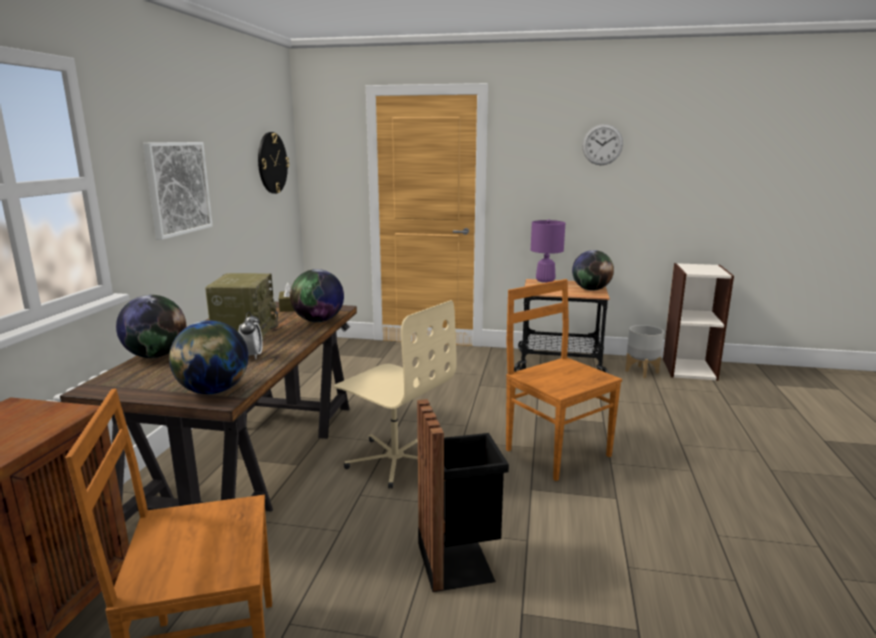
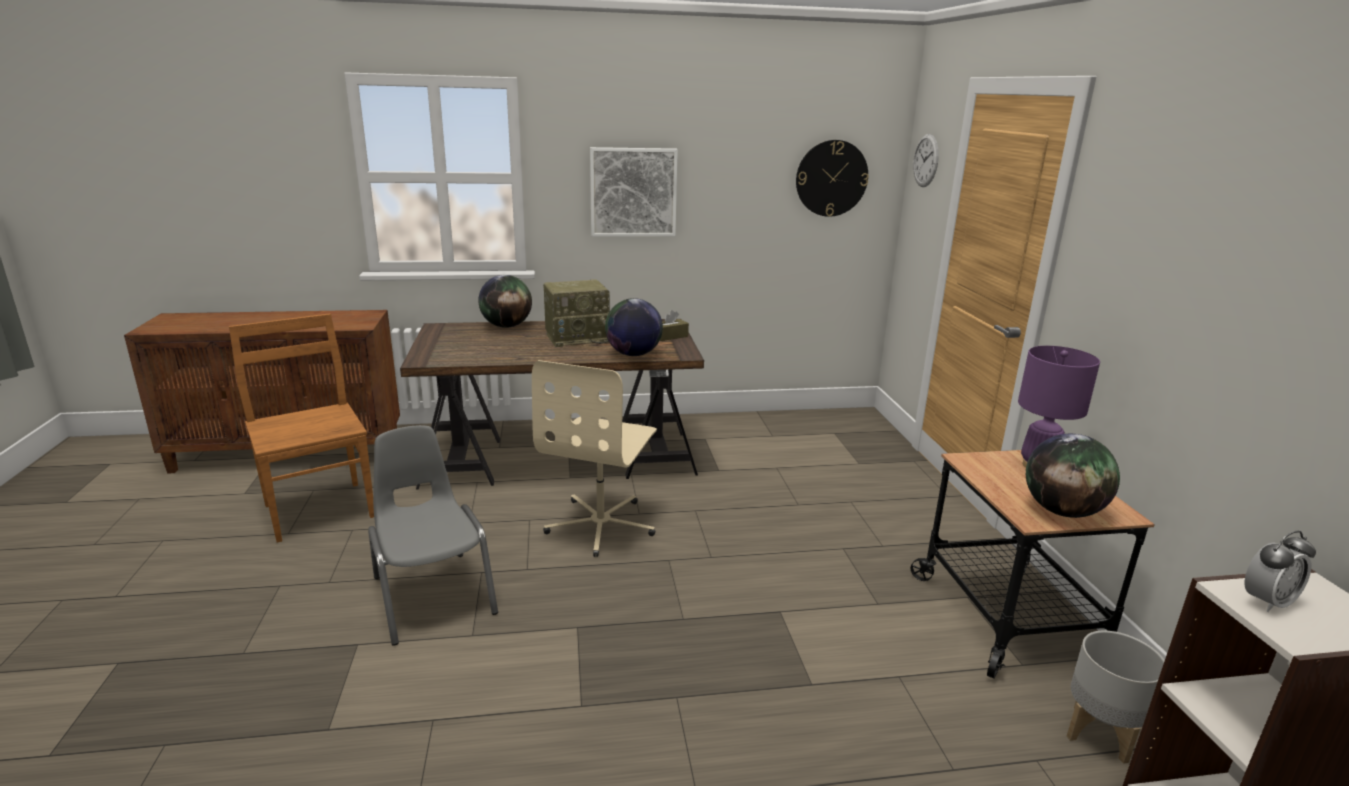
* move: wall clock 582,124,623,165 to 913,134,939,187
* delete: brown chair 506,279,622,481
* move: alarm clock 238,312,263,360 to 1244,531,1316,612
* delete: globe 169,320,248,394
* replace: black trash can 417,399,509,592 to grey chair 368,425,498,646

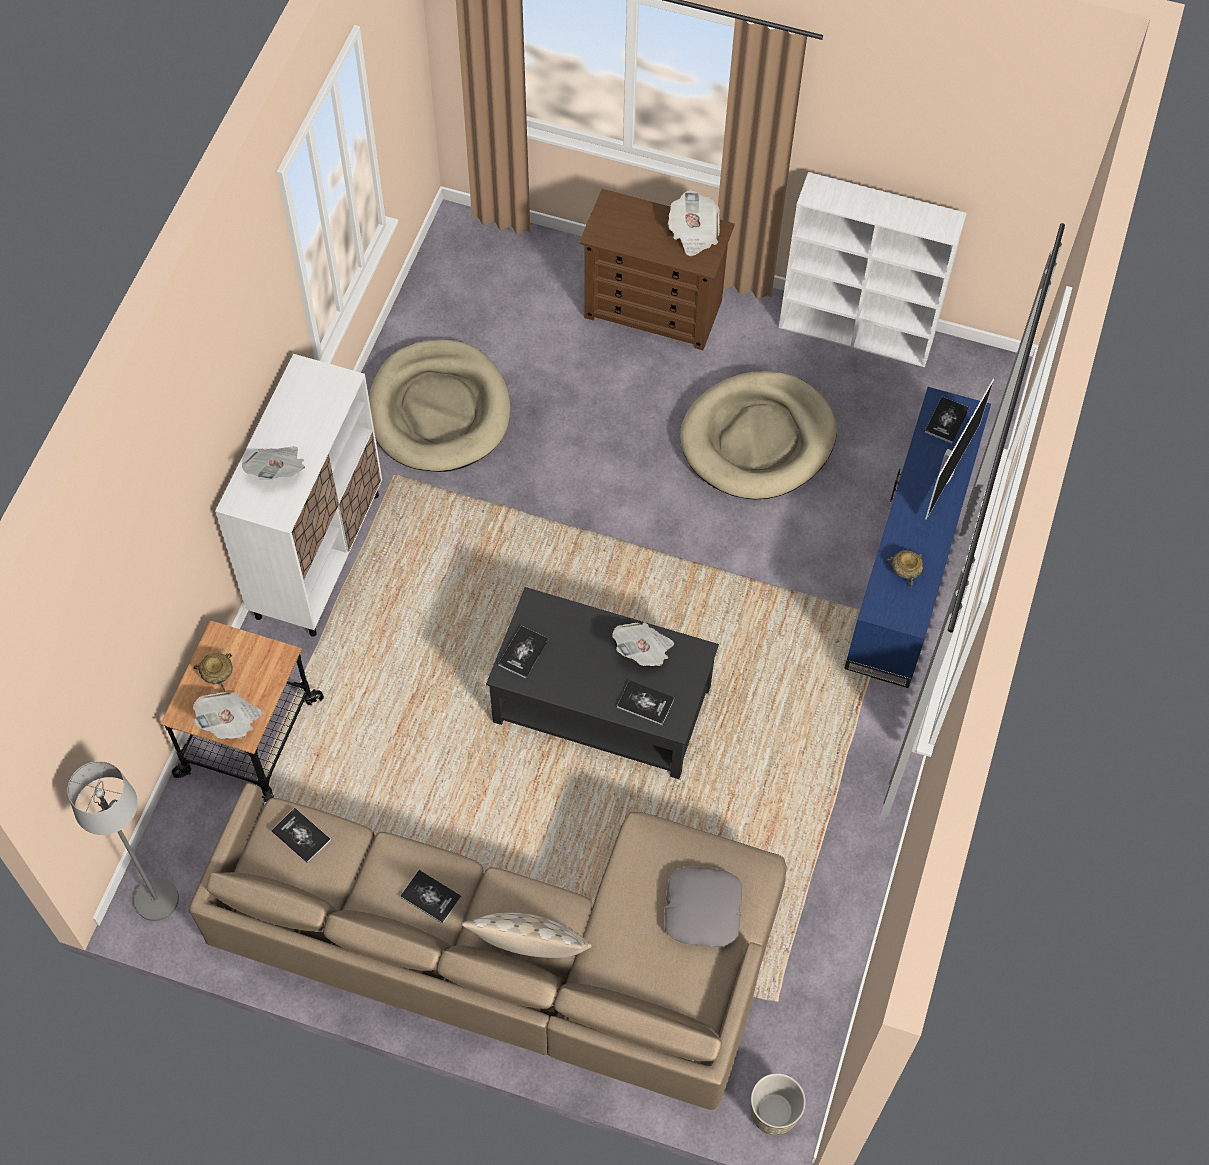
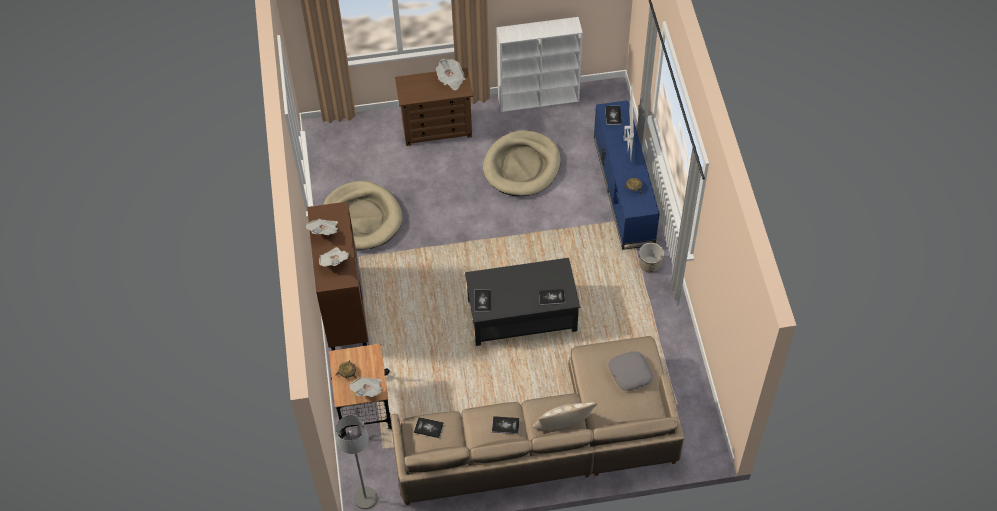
* recolor: white cabinet 215,354,382,637 to brown cabinet 307,201,368,351
* move: newspaper 612,622,674,666 to 306,219,338,235
* move: planter 750,1073,806,1135 to 639,243,664,272

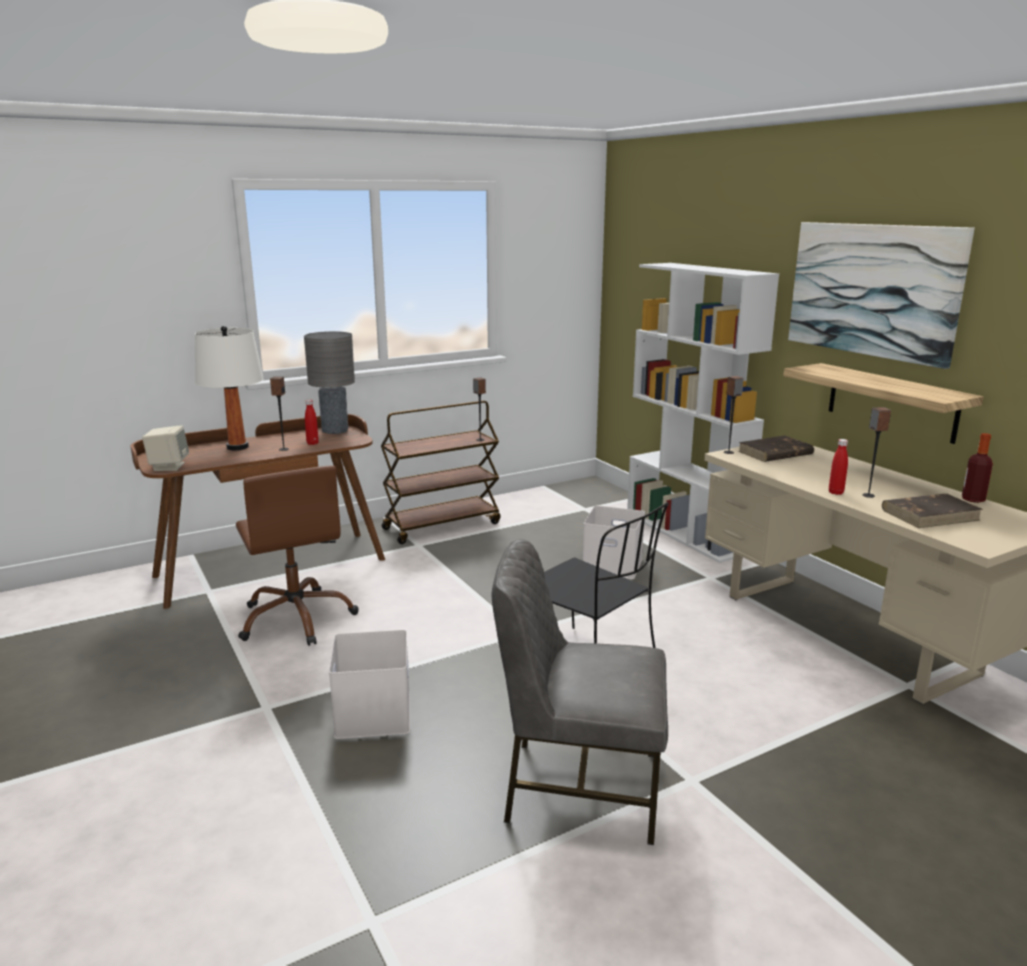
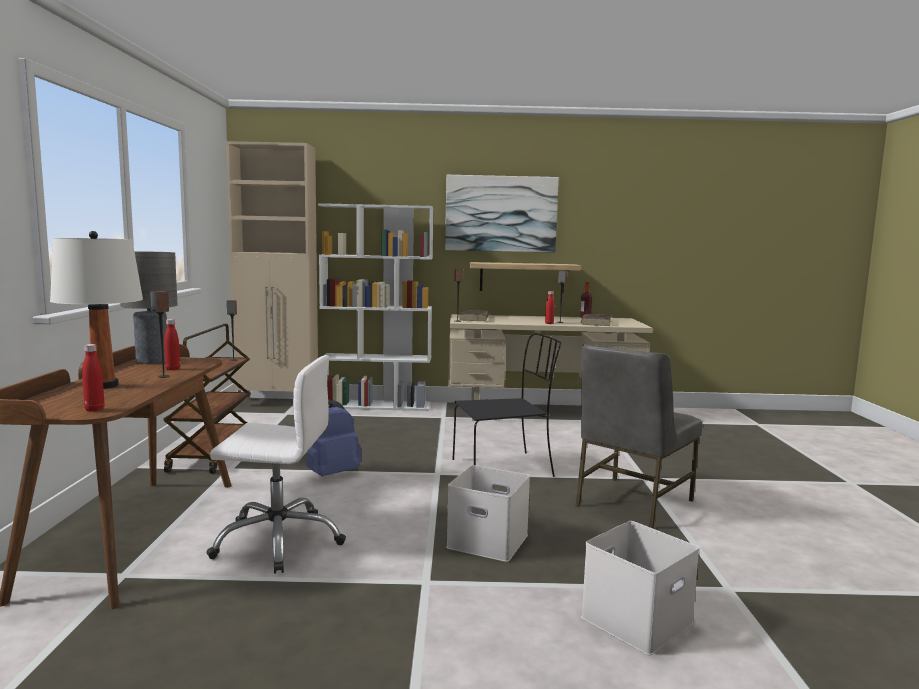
* replace: beige speaker 142,425,189,471 to red bottle 82,344,104,412
* recolor: brown office chair 236,465,358,646 to white office chair 206,355,346,574
* move: white storage box 583,505,645,579 to 581,521,700,655
* insert: beige cabinet 226,141,318,407
* insert: blue backpack 306,400,362,476

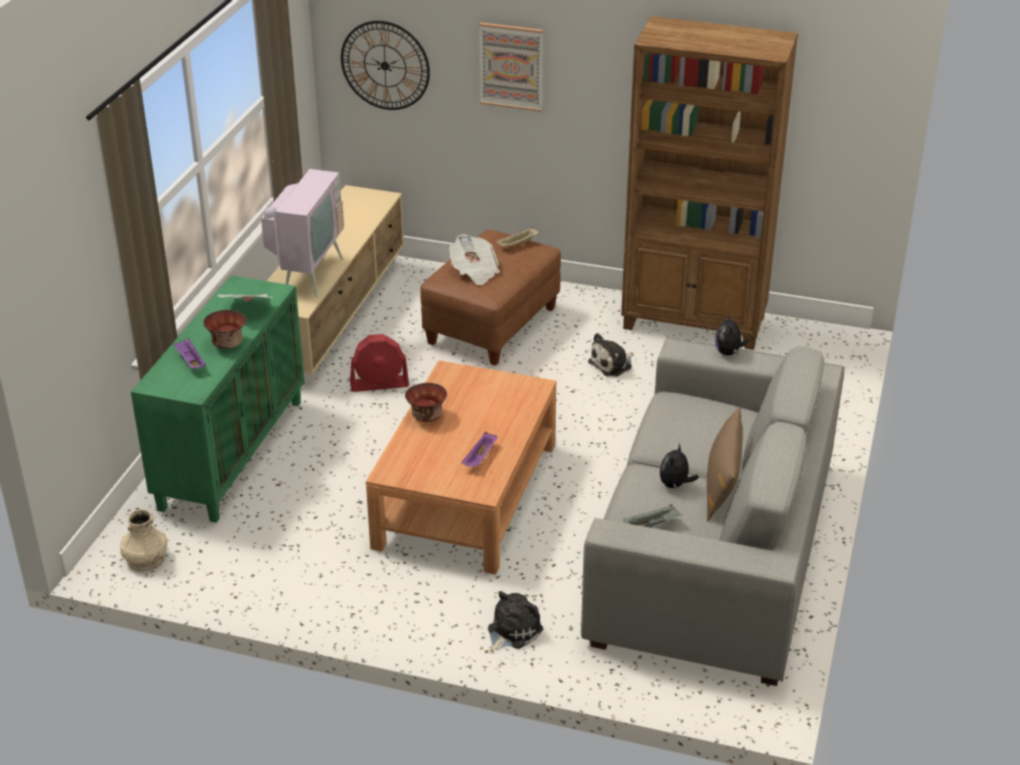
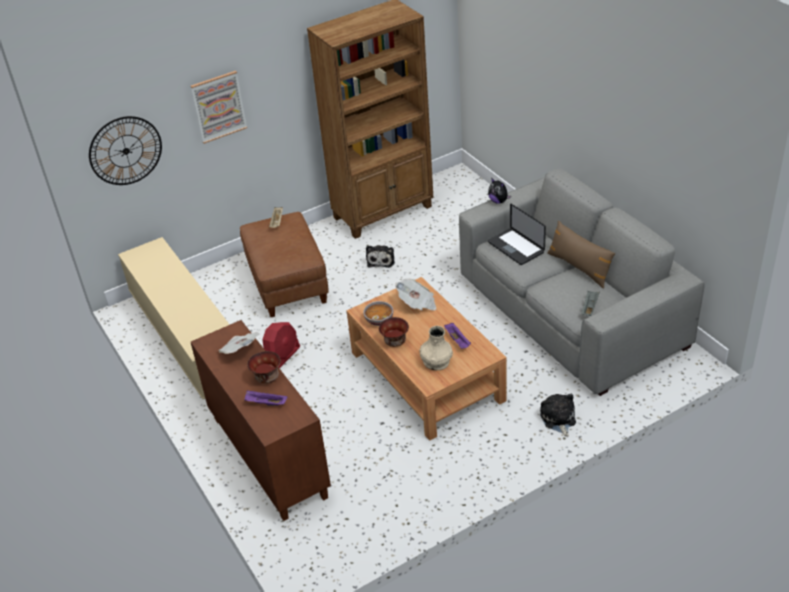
* delete: television 259,160,344,297
* move: newspaper 449,234,500,285 to 395,279,437,311
* recolor: green cabinet 131,275,305,523 to brown cabinet 191,320,331,521
* delete: plush toy 659,443,699,490
* move: beige vase 120,509,167,571 to 419,326,453,370
* insert: laptop 488,204,546,265
* insert: bowl 363,301,393,326

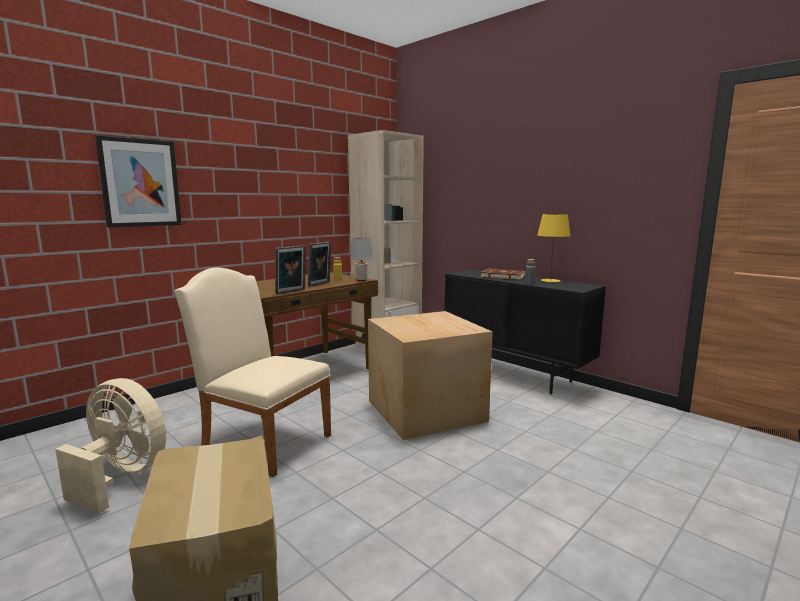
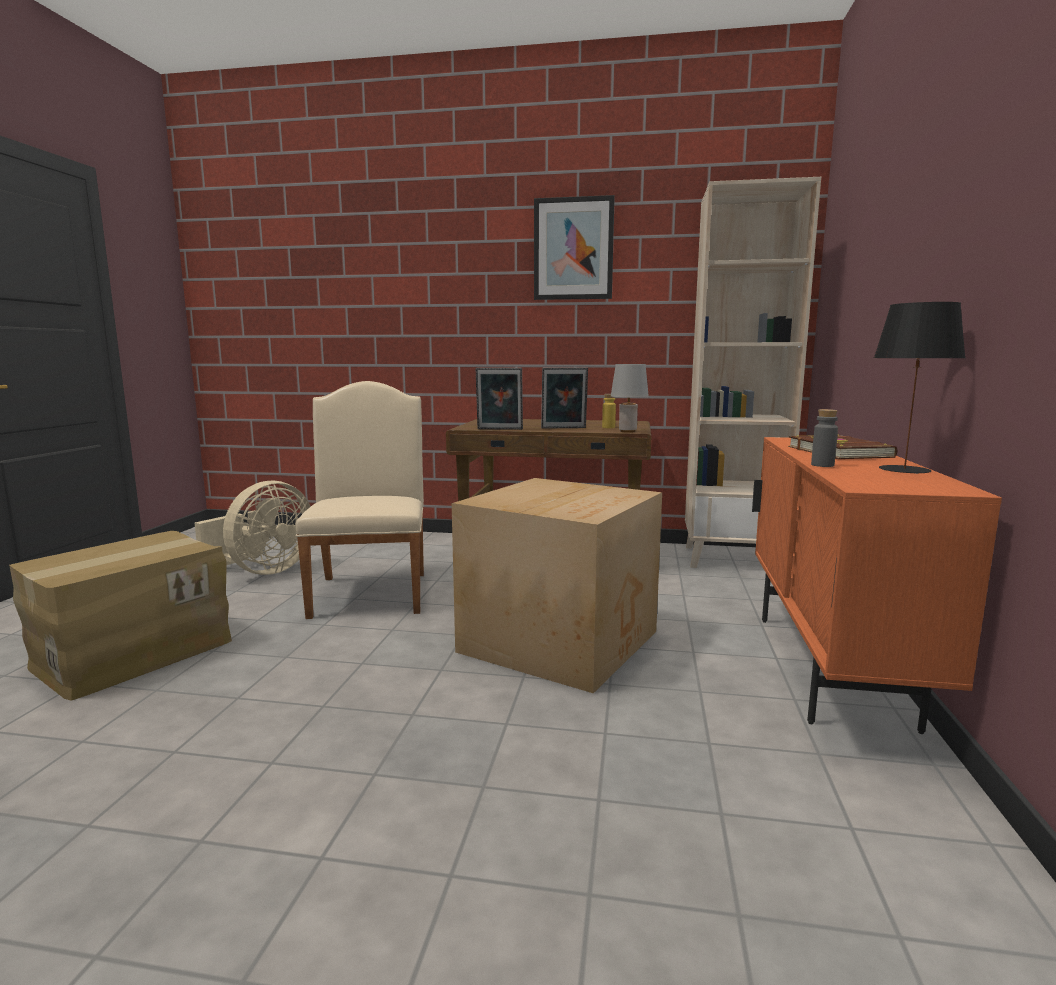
* move: picture 95,135,182,227 to 534,195,615,300
* recolor: yellow table lamp 537,214,571,282 to black table lamp 874,302,966,474
* recolor: black cabinet 444,269,606,394 to orange cabinet 752,437,1002,734
* rotate: beige fan 55,378,166,513 = 195,480,311,575 45 degrees clockwise

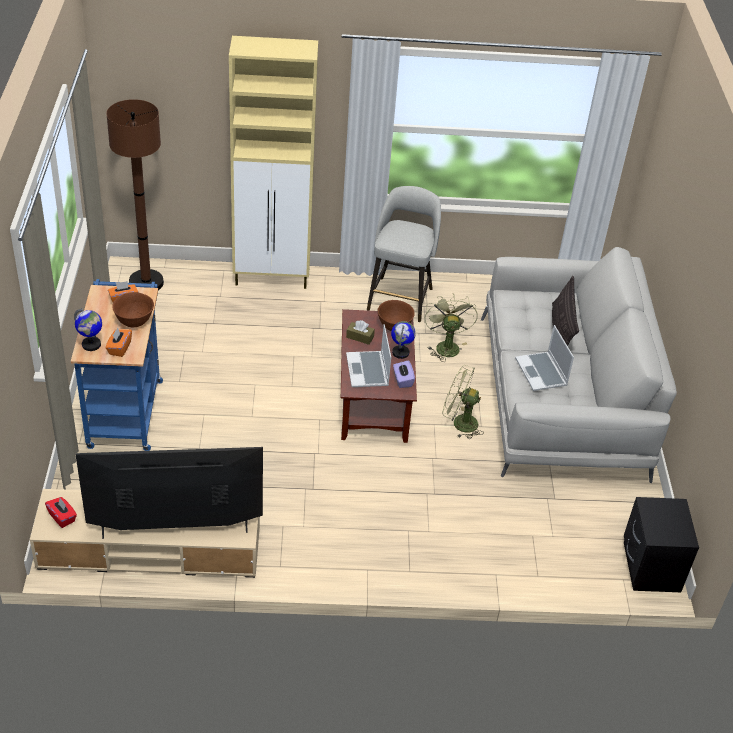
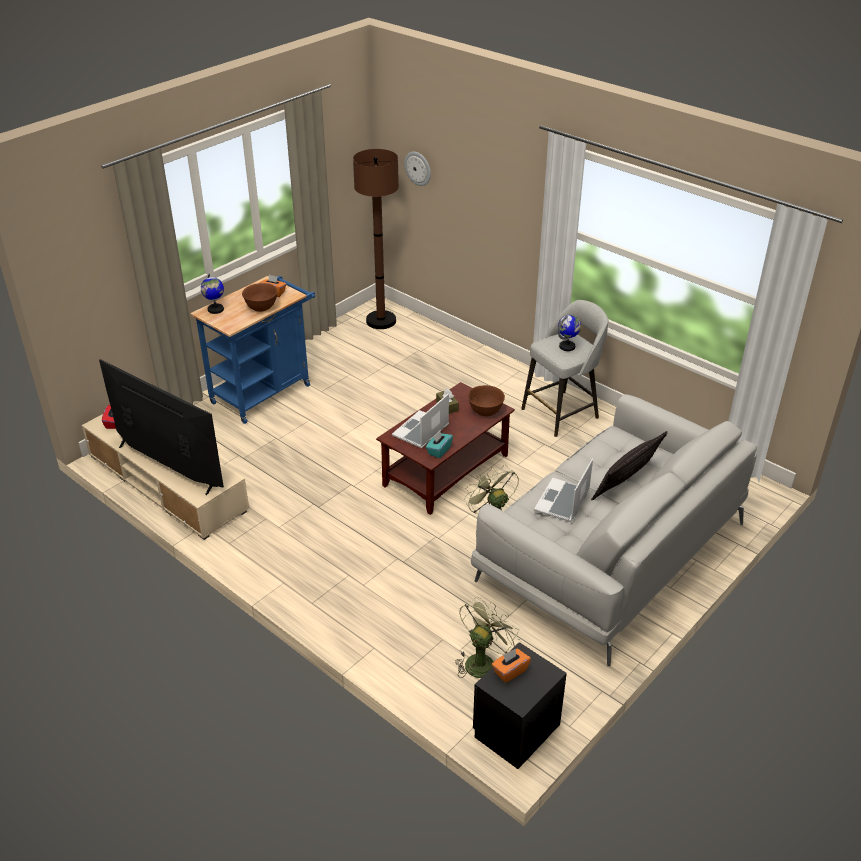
* delete: beige cabinet 229,36,318,289
* move: green fan 425,294,477,362 to 455,597,521,678
* move: globe 391,321,416,359 to 558,315,581,351
* move: orange tissue box 106,328,132,357 to 492,648,531,683
* recolor: purple tissue box 393,360,415,388 to turquoise tissue box 426,431,453,458
* insert: wall clock 404,152,431,186

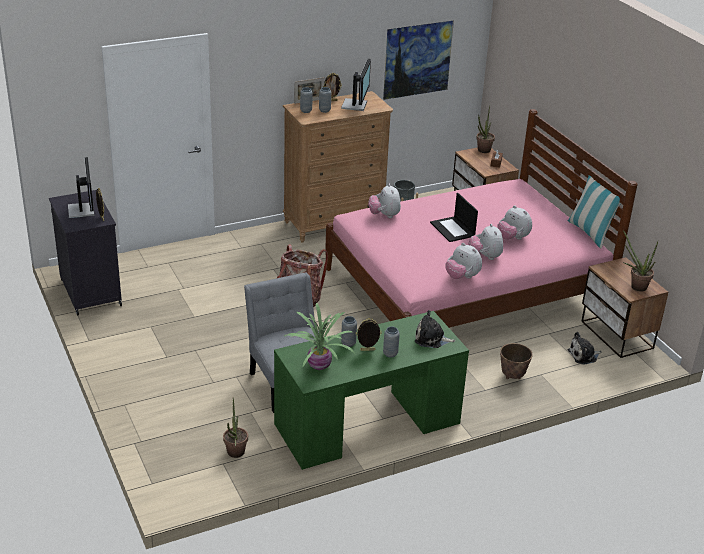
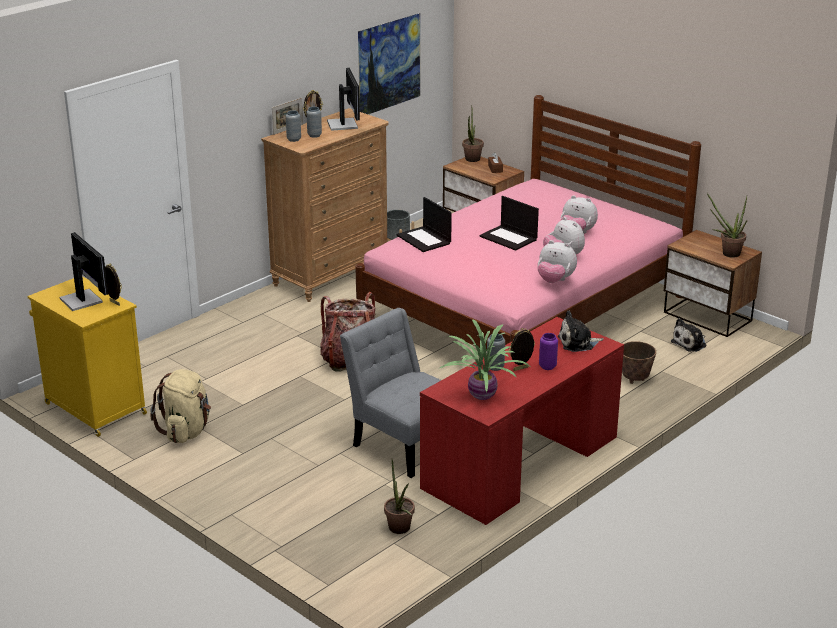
* delete: pillow 568,175,621,248
* replace: plush toy 368,184,401,218 to laptop 397,197,452,252
* recolor: black cabinet 49,190,122,316 to yellow cabinet 27,277,147,437
* recolor: green desk 274,311,469,470 to red desk 420,317,624,525
* recolor: grey vase 383,327,400,358 to purple vase 539,333,558,370
* insert: beige backpack 150,369,211,443

